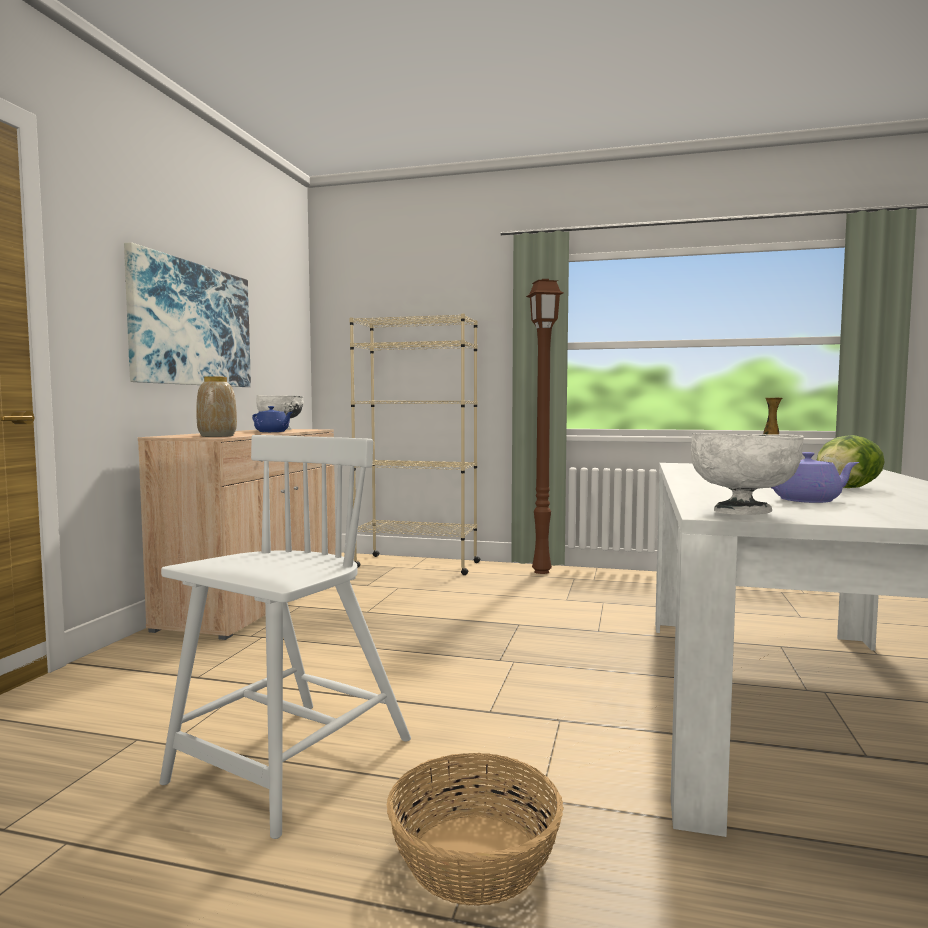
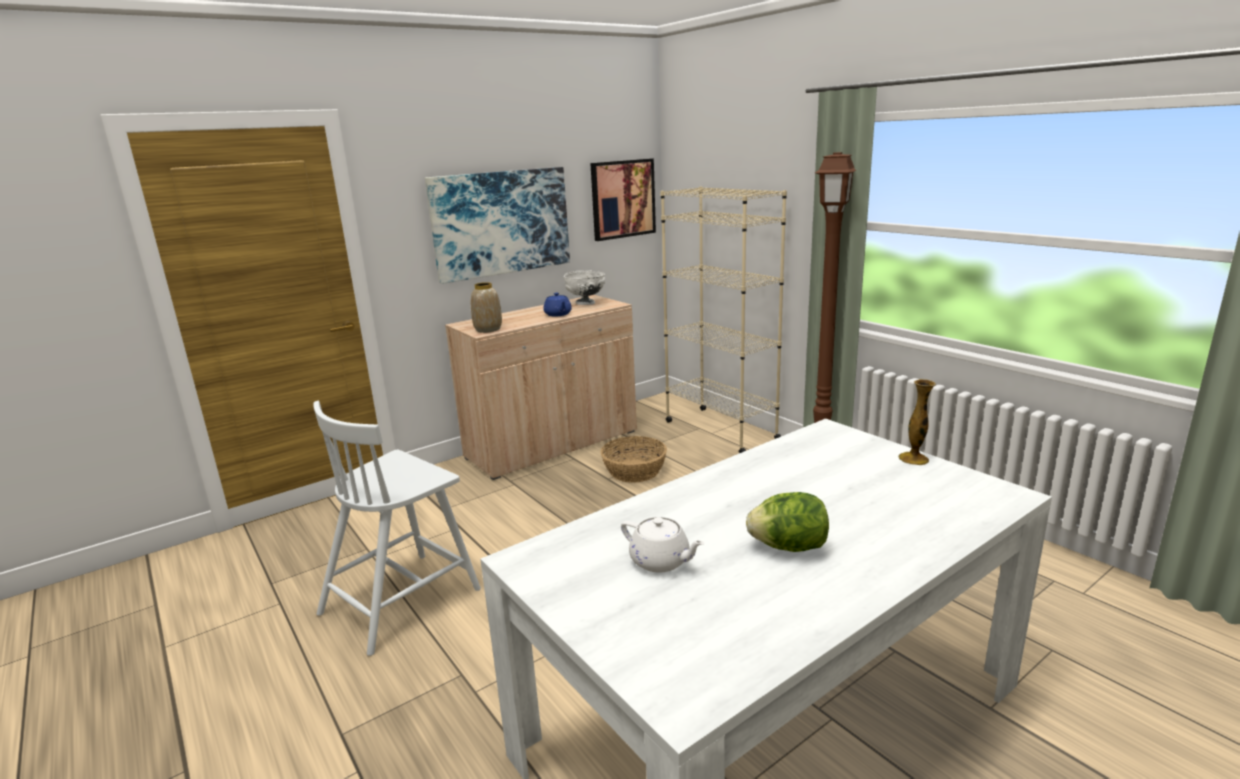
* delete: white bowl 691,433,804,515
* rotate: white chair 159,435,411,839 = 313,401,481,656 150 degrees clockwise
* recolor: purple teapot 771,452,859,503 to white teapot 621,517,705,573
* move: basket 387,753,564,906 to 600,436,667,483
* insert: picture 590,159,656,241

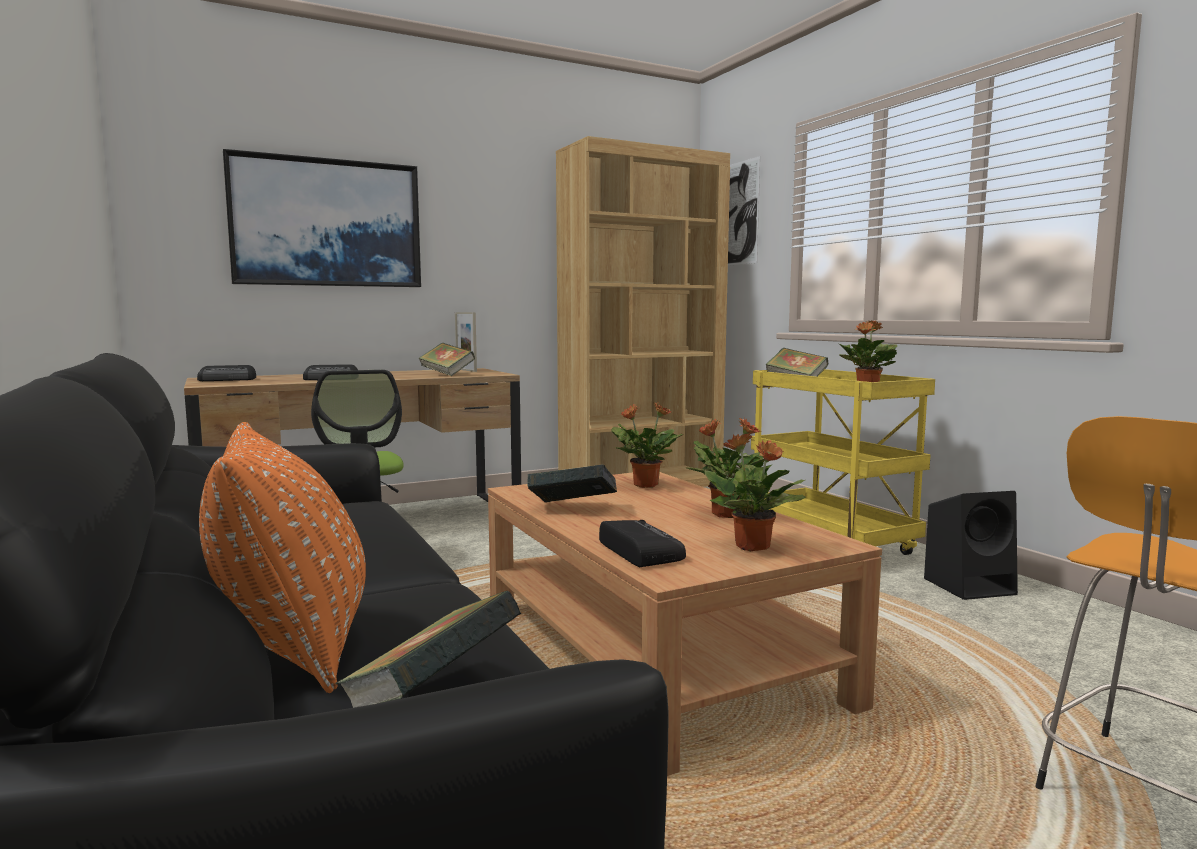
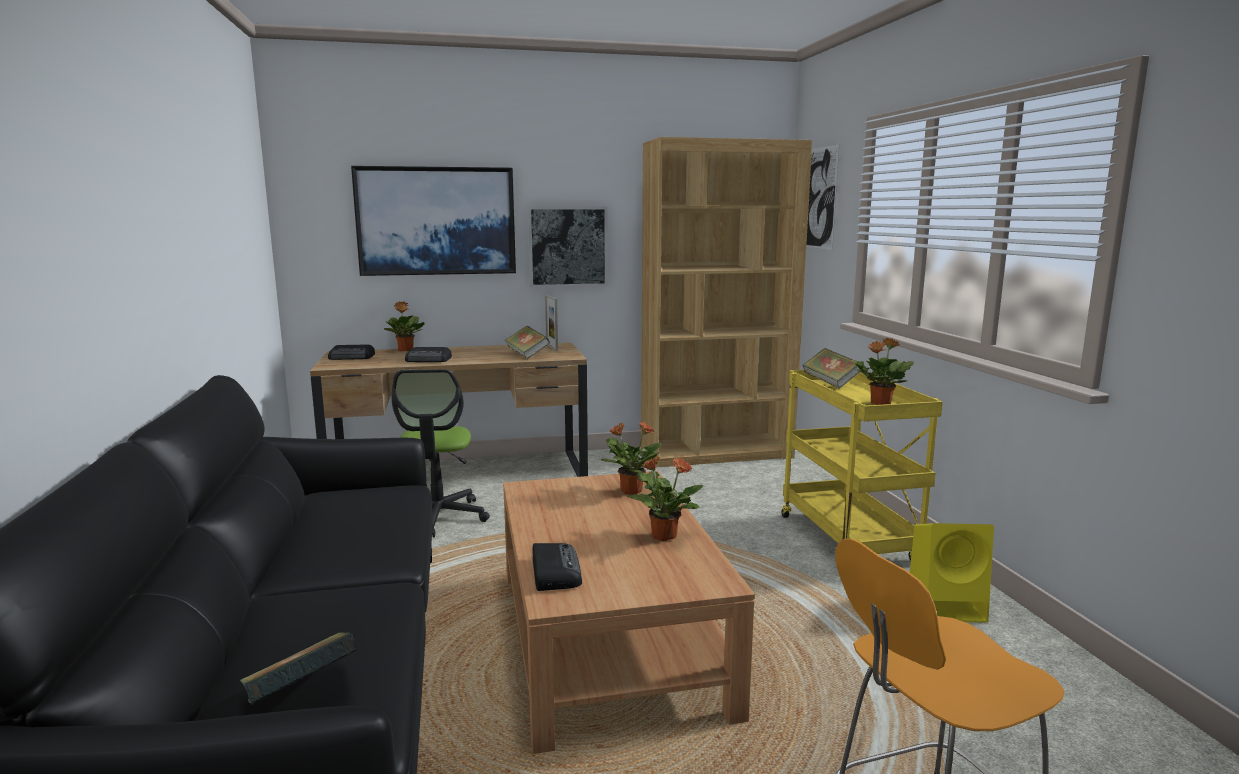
* delete: orange pillow 199,422,366,693
* move: potted plant 705,433,806,551 to 384,301,425,351
* delete: book 527,464,617,503
* recolor: black speaker 924,491,1018,600 to yellow speaker 910,523,994,623
* insert: picture 527,206,608,288

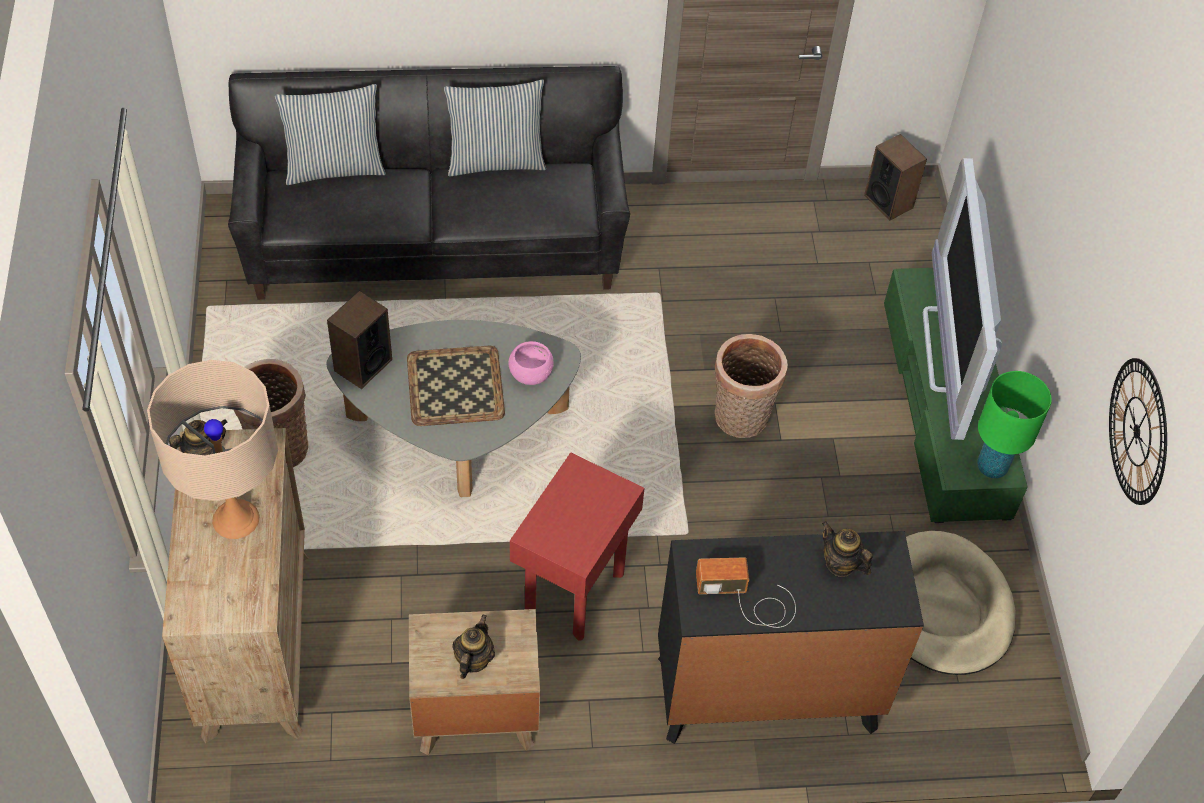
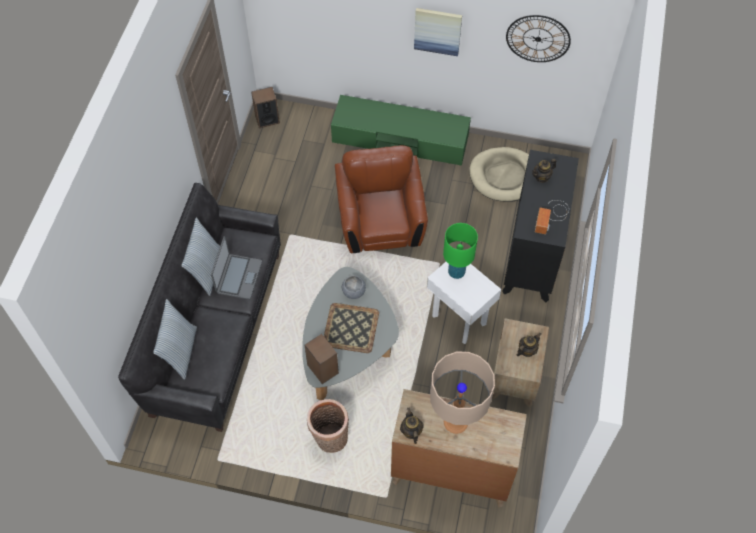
* delete: television 923,158,1002,440
* replace: basket 715,334,788,438 to brown armchair 335,145,428,253
* recolor: pink bowl 508,341,554,385 to grey bowl 342,275,366,299
* move: green table lamp 977,371,1052,478 to 443,223,478,279
* recolor: red side table 510,452,645,641 to white side table 427,262,501,344
* rotate: teapot 452,615,495,679 = 517,333,541,357 105 degrees clockwise
* insert: picture 414,8,462,56
* insert: laptop 211,236,262,300

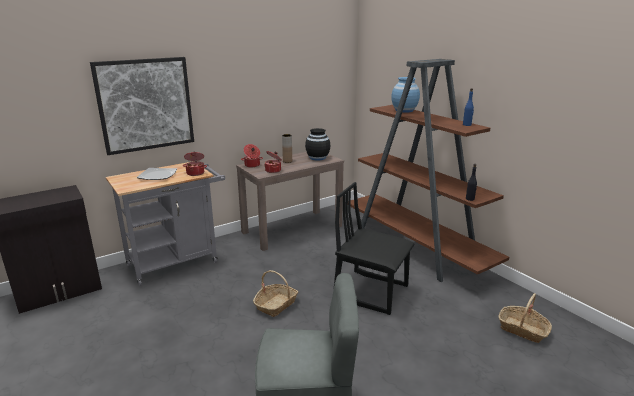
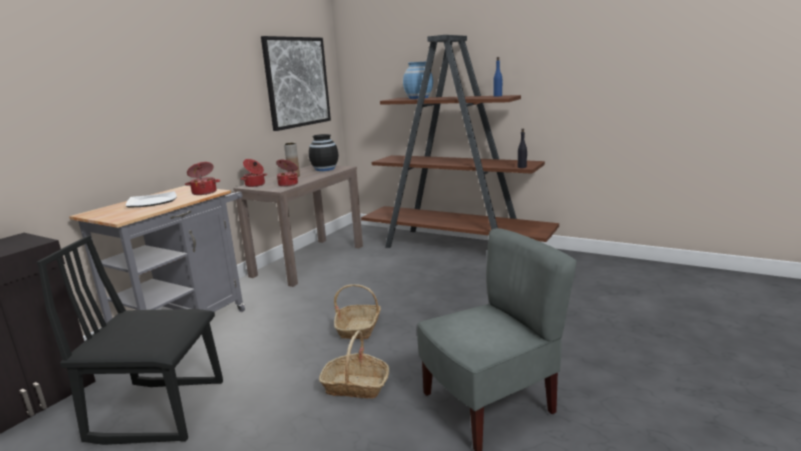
* move: picture 90,57,194,155 to 261,36,331,131
* move: black chair 334,182,415,315 to 37,235,223,445
* move: basket 498,293,552,343 to 319,330,389,399

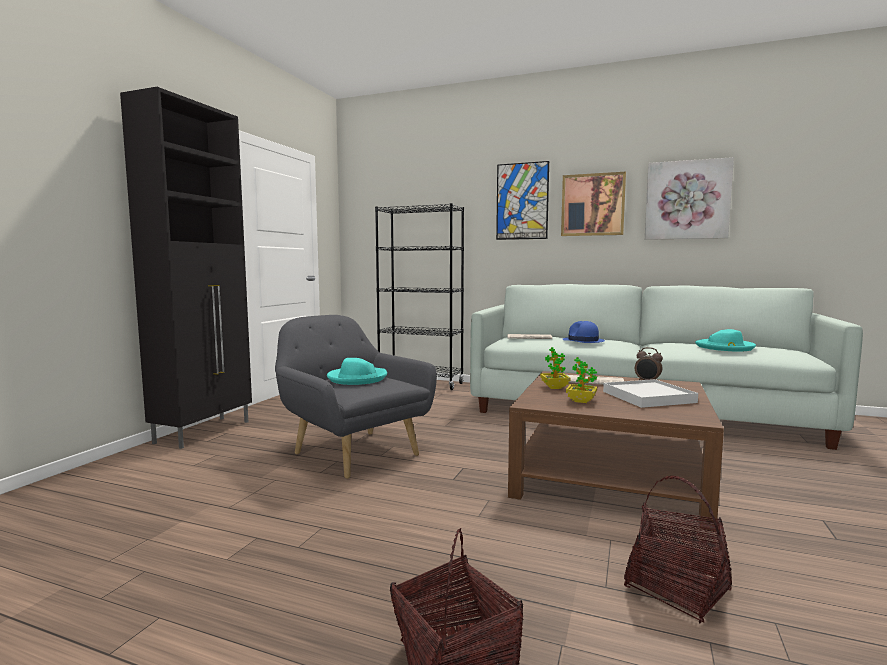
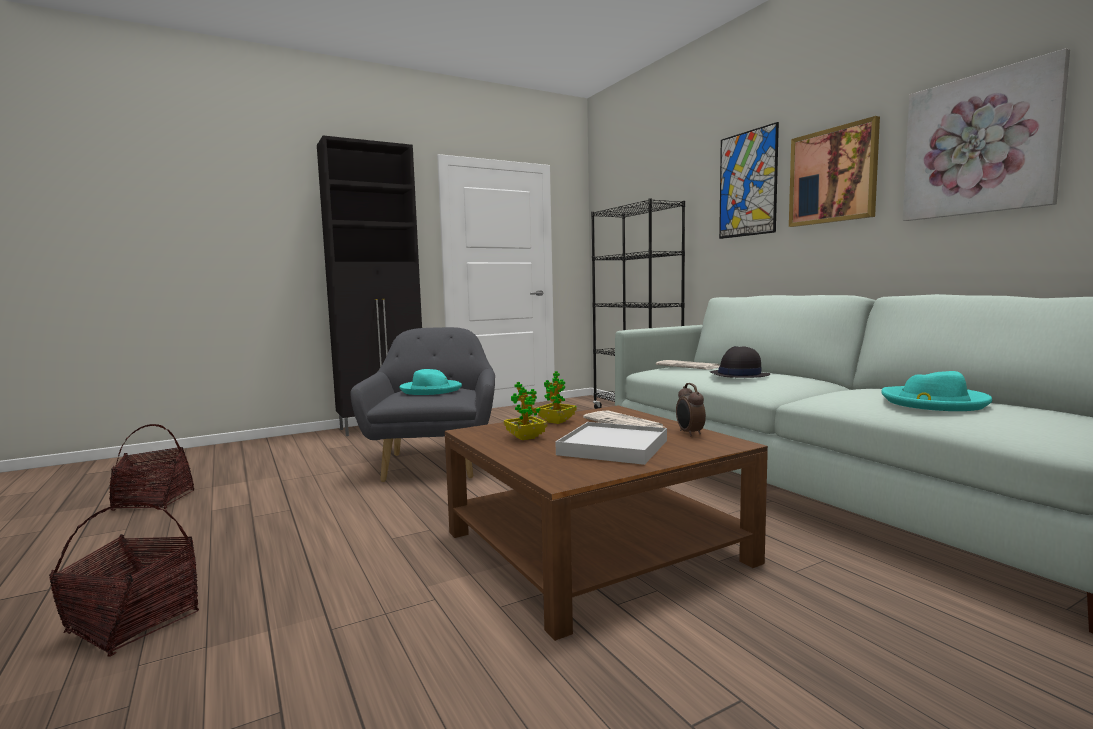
* recolor: blue hat 562,321,605,343 to black hat 710,346,770,378
* move: basket 624,476,732,624 to 109,424,194,511

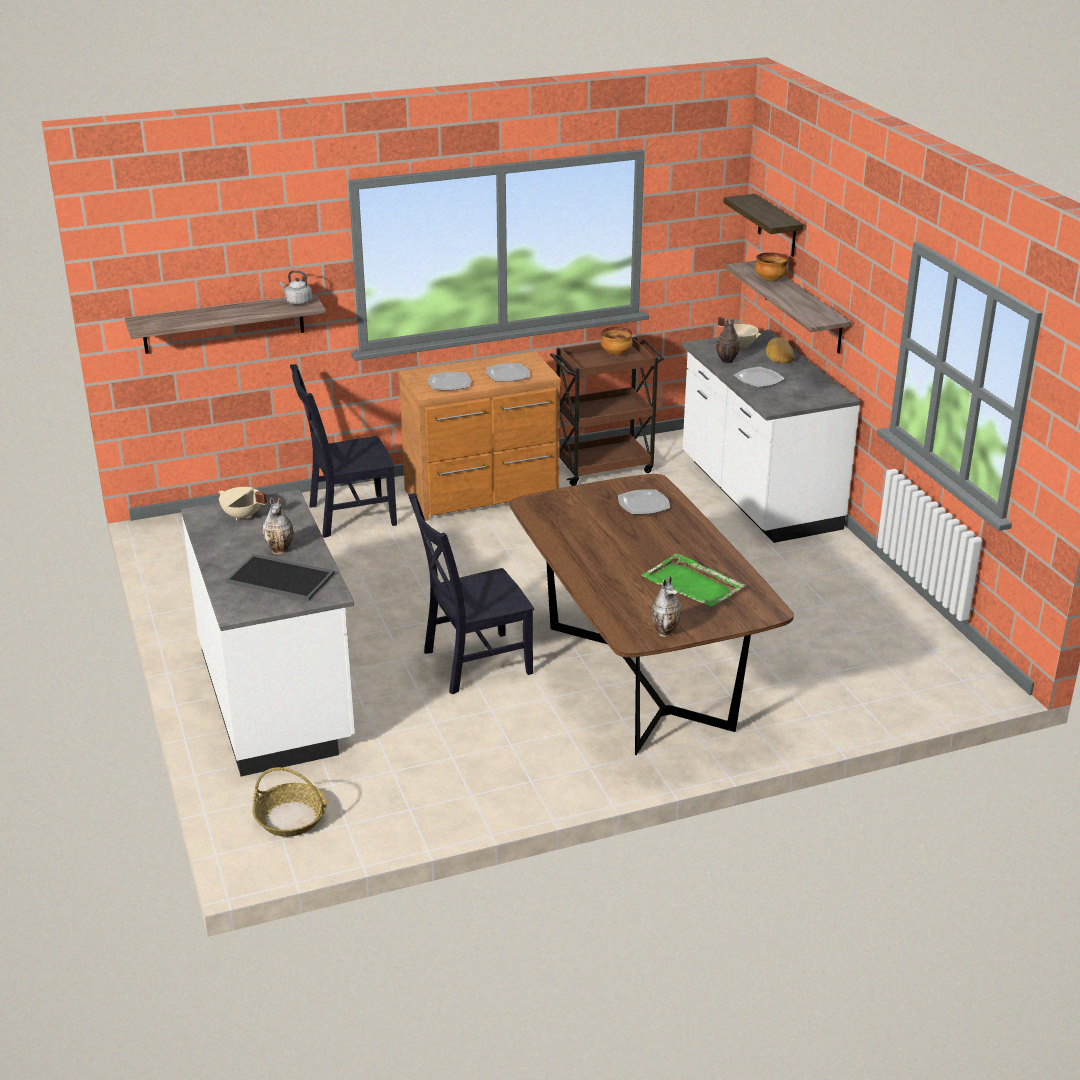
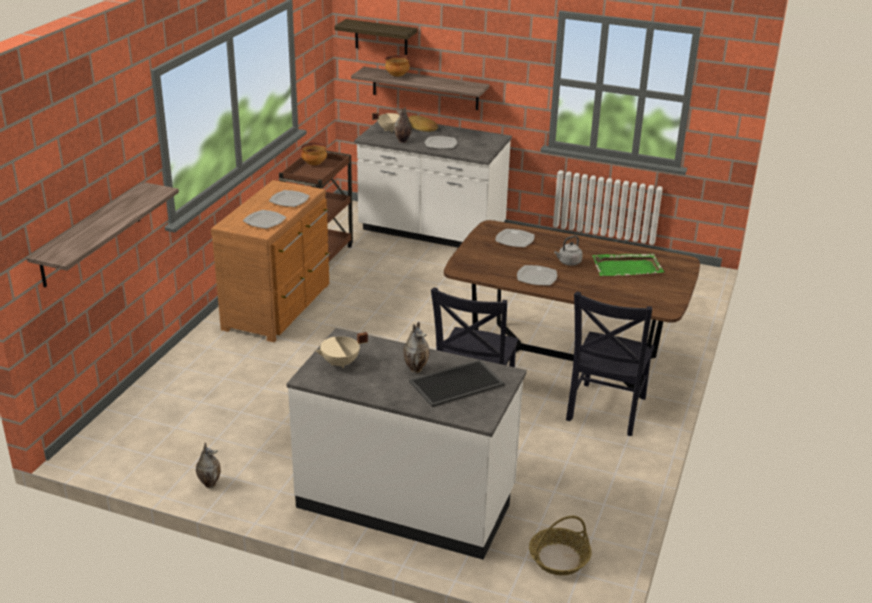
* move: grey kettle 280,270,312,305 to 554,235,583,266
* move: black chair 290,364,397,538 to 566,291,654,436
* move: vase 651,576,681,637 to 196,442,221,488
* insert: plate 517,265,557,285

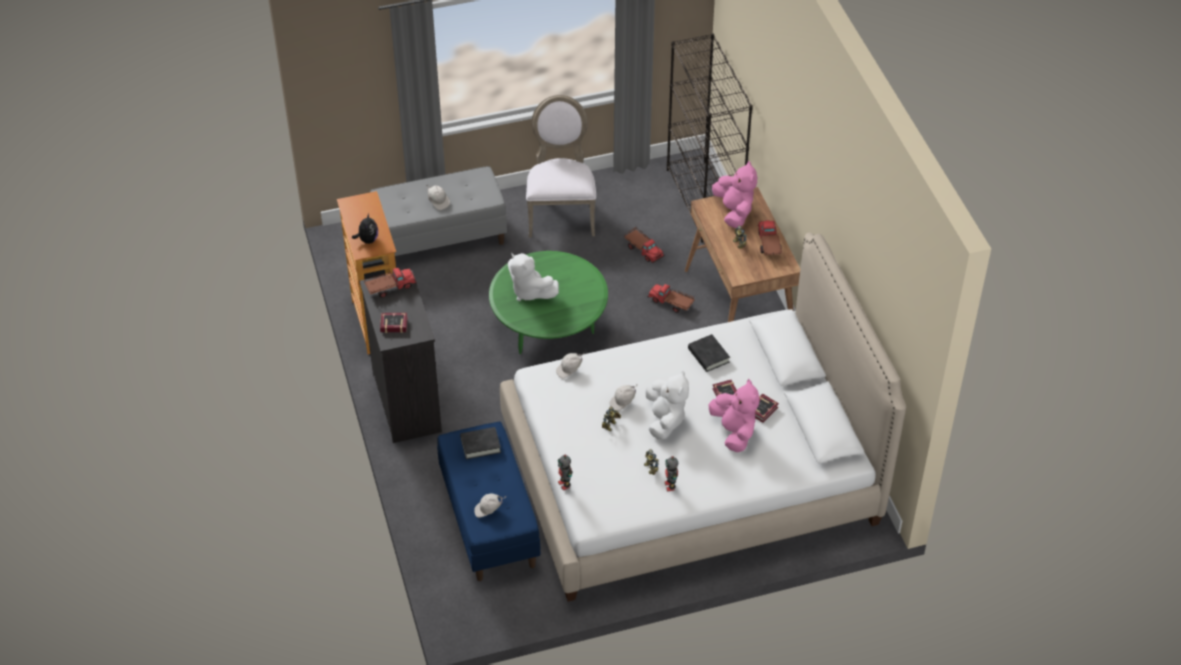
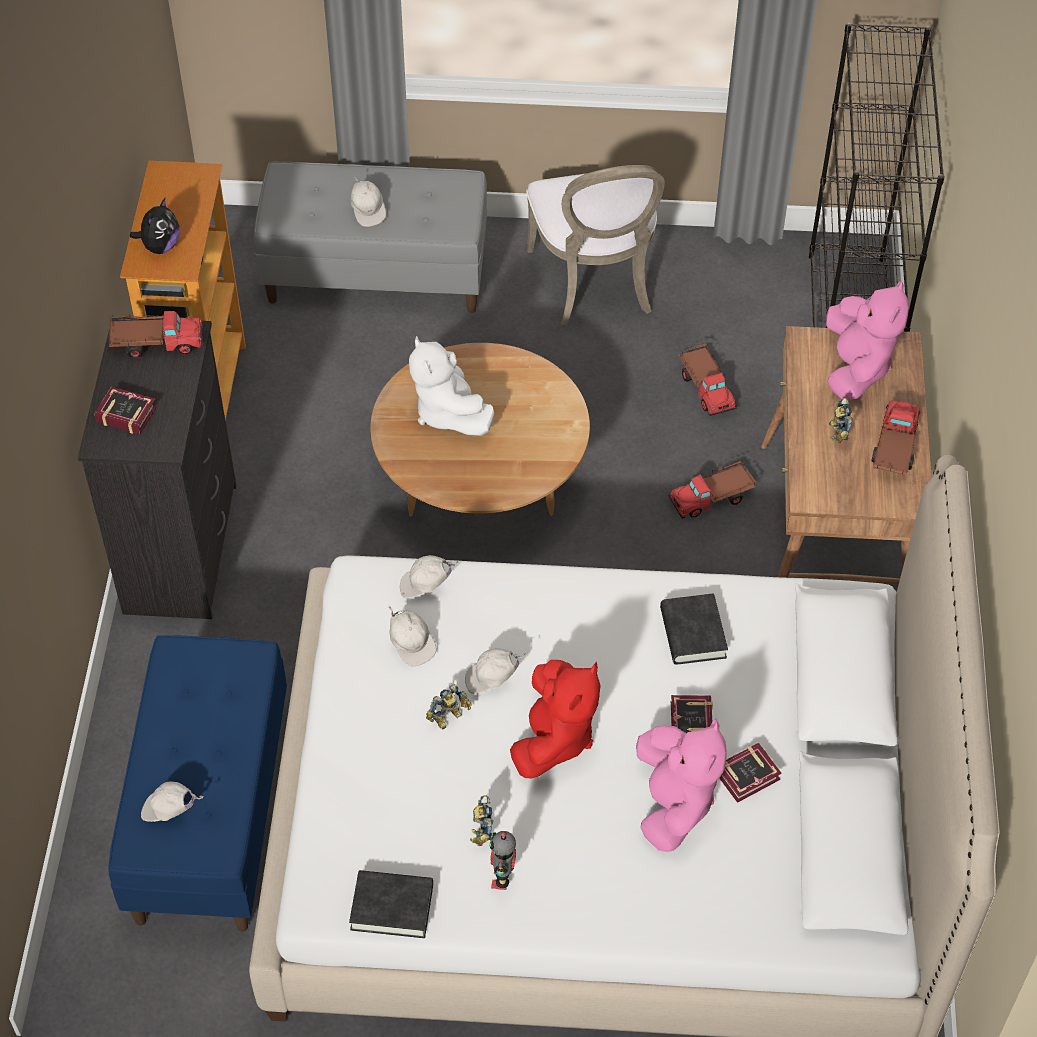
* rotate: white chair 526,95,596,238 = 526,165,665,326 150 degrees clockwise
* recolor: green coffee table 489,251,608,354 to brown coffee table 370,343,590,517
* rotate: toy truck 648,284,694,313 = 668,460,757,519 75 degrees counterclockwise
* recolor: white plush toy 645,371,689,440 to red plush toy 510,660,601,778
* move: black book 460,427,501,459 to 349,870,433,938
* delete: toy robot 558,455,573,491
* insert: white cap 388,606,437,667

